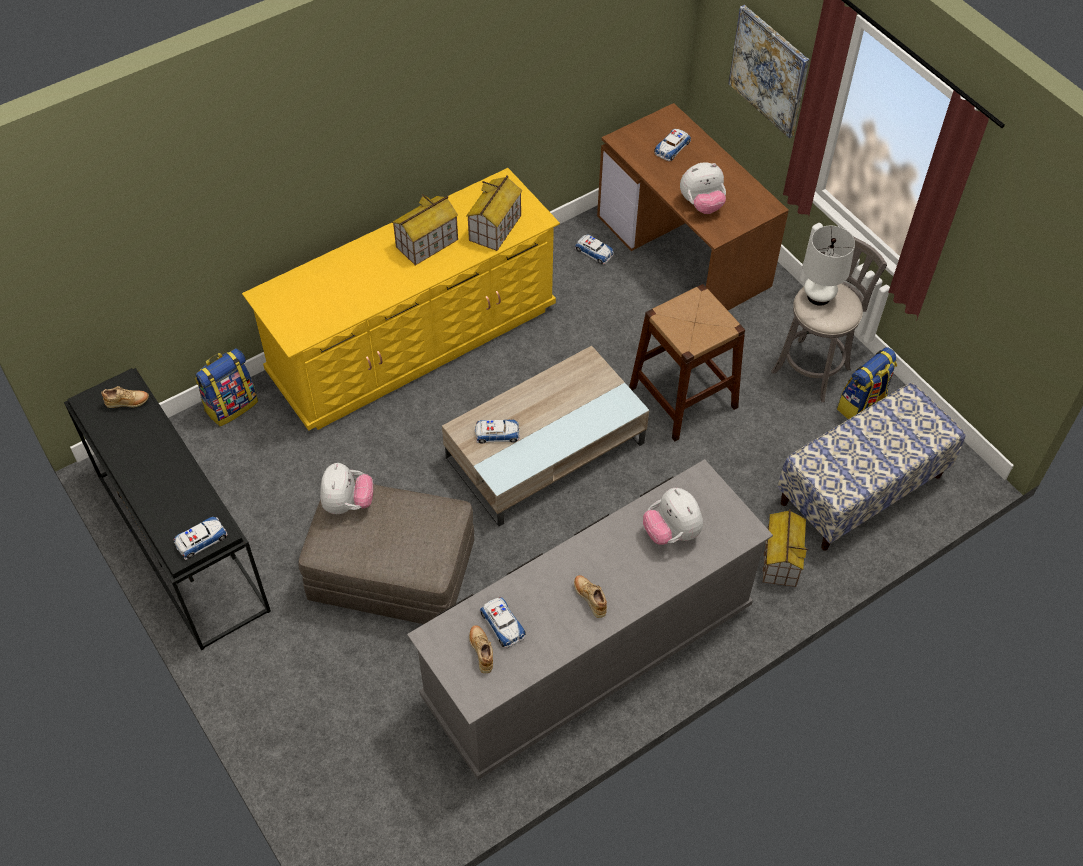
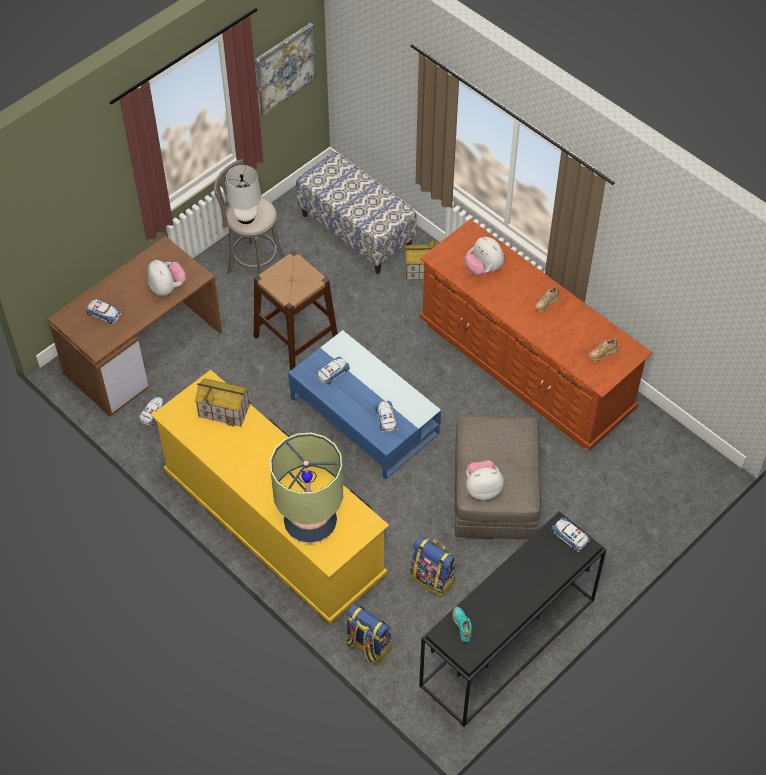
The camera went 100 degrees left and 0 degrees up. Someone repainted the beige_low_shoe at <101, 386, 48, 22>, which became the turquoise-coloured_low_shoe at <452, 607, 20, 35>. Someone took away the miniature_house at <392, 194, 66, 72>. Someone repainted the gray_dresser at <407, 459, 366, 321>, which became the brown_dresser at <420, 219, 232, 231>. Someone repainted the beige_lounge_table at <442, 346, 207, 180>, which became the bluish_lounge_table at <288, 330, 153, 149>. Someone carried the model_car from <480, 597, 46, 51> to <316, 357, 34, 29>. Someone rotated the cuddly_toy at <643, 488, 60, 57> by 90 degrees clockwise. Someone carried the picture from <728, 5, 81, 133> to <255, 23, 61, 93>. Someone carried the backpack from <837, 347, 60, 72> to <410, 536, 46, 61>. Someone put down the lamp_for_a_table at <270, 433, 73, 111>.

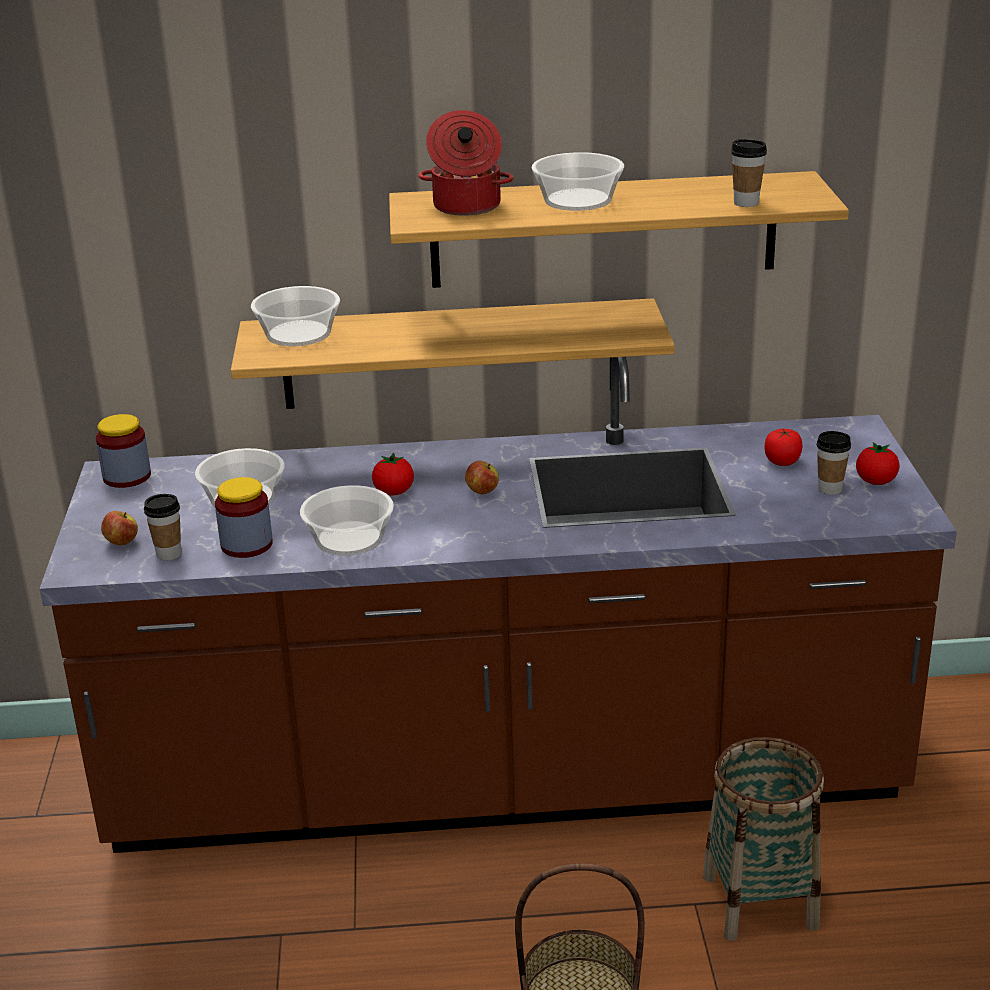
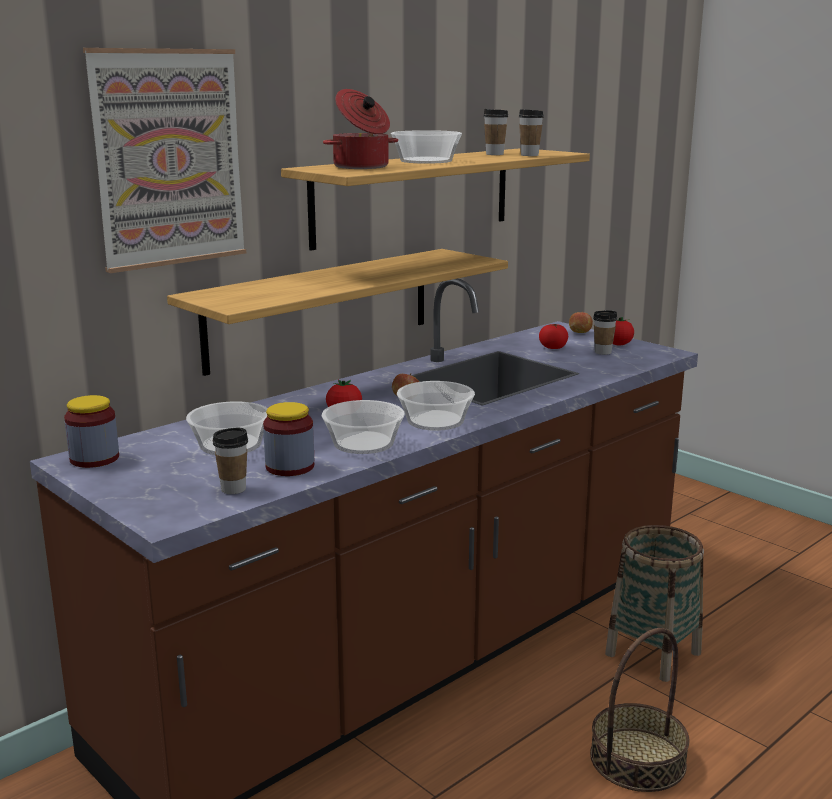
The camera went 40 degrees left and 10 degrees down. Someone carried the whole_apple from <101, 511, 37, 35> to <569, 312, 24, 21>. Someone carried the serving_bowl from <251, 286, 89, 60> to <397, 381, 78, 50>. Someone put up the picture at <83, 48, 163, 225>. Someone put down the small_cup at <483, 109, 25, 46>.

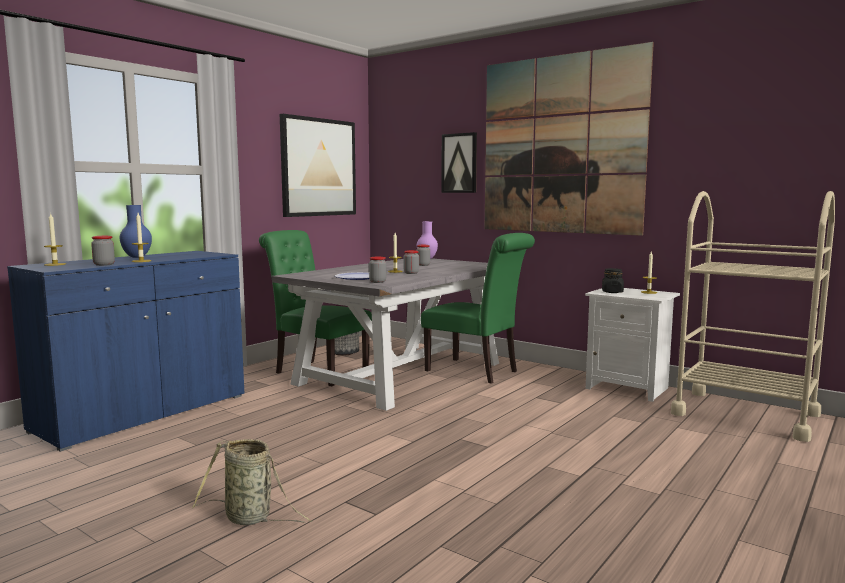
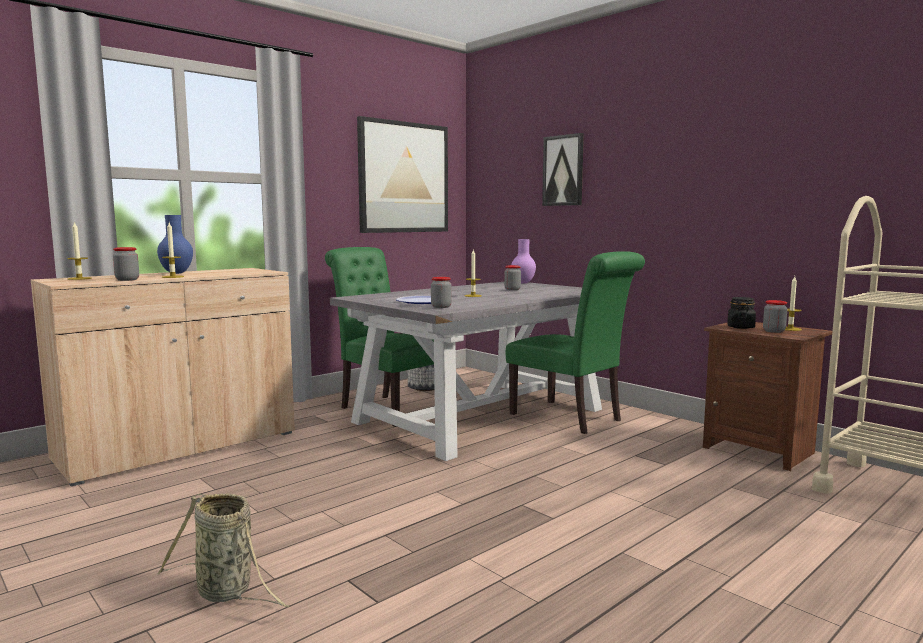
The camera went 10 degrees right and 0 degrees up. Someone repainted the bluish_cupboard at <7, 251, 237, 201>, which became the beige_cupboard at <31, 268, 264, 219>. Someone carried the storage_jar from <404, 250, 15, 24> to <763, 300, 24, 33>. Someone took away the picture at <485, 42, 169, 194>. Someone repainted the white_nightstand at <585, 288, 95, 114>, which became the brown_nightstand at <703, 322, 129, 149>.

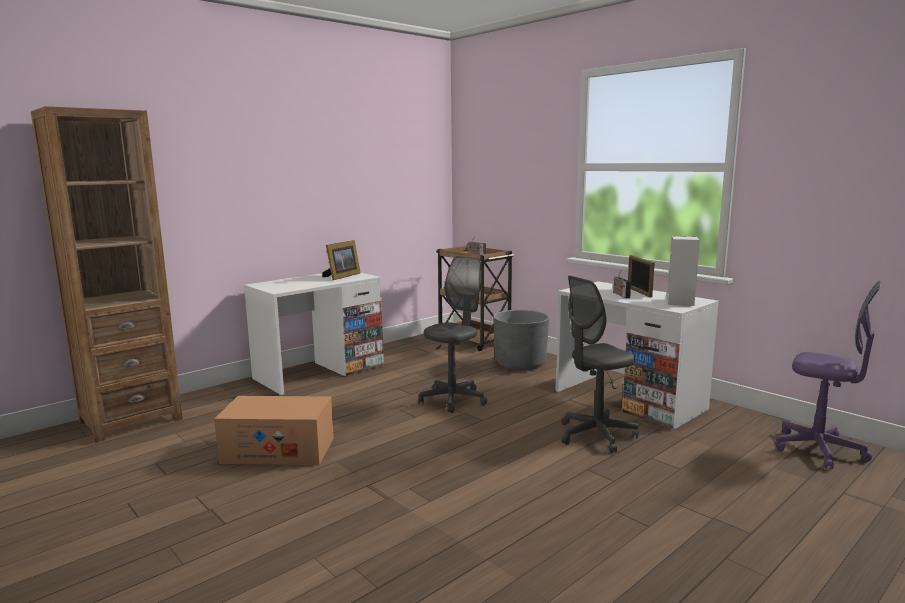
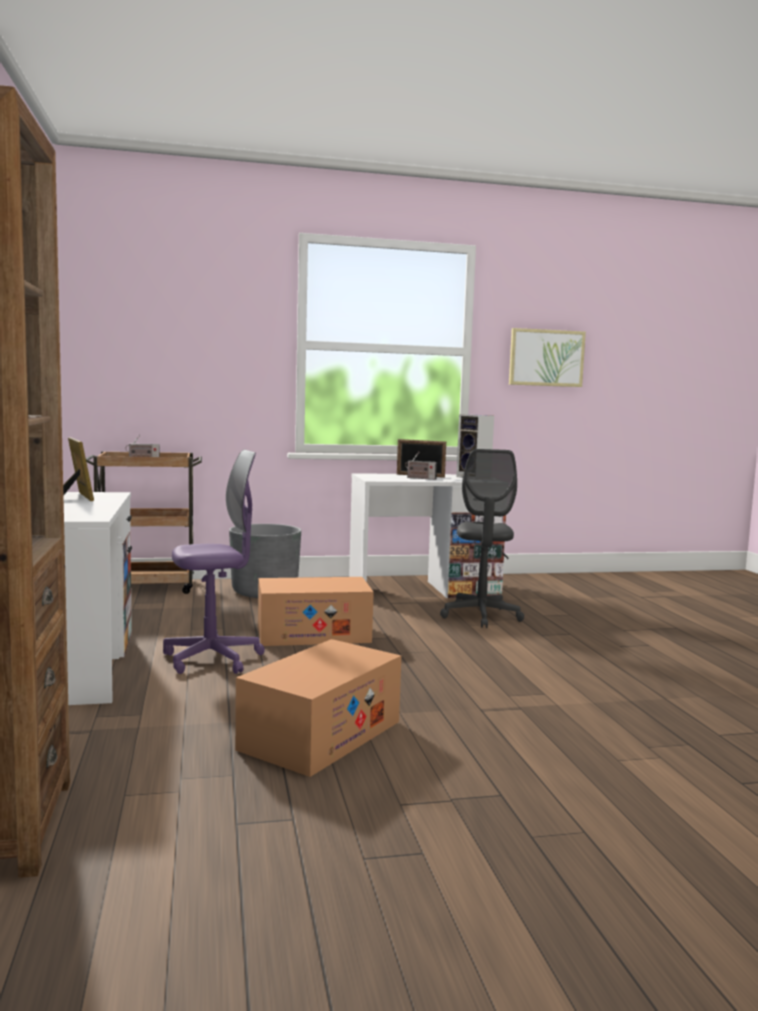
The camera went 60 degrees left and 5 degrees down. Someone swapped the gray_desk_chair at <419, 256, 68, 157> for the carton at <258, 577, 116, 69>. Someone carried the purplish_desk_chair from <776, 281, 105, 188> to <163, 450, 102, 224>. Someone put up the picture at <509, 328, 77, 59>.

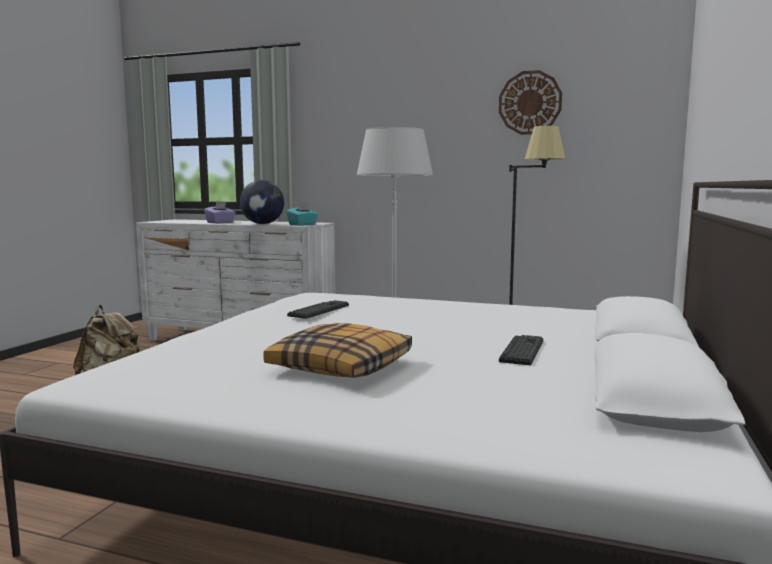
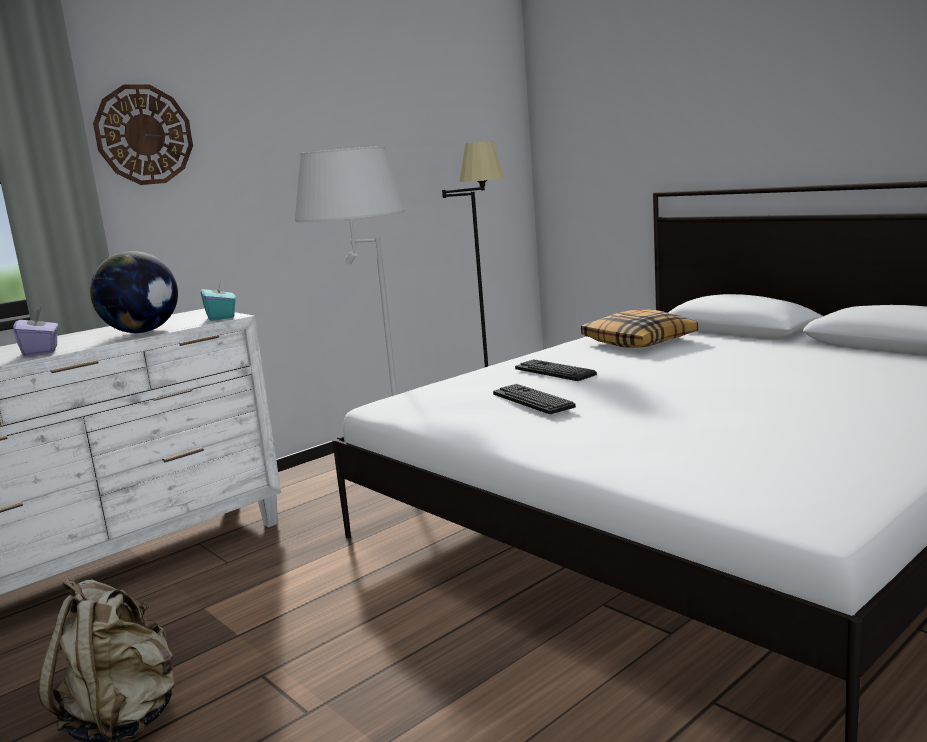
The camera went 60 degrees left and 5 degrees up. Someone carried the pillow from <263, 323, 149, 55> to <581, 310, 117, 38>. Someone carried the clock_on_the_wall from <499, 70, 63, 65> to <93, 84, 100, 101>. Someone carried the keyboard from <499, 335, 44, 30> to <515, 359, 82, 22>.

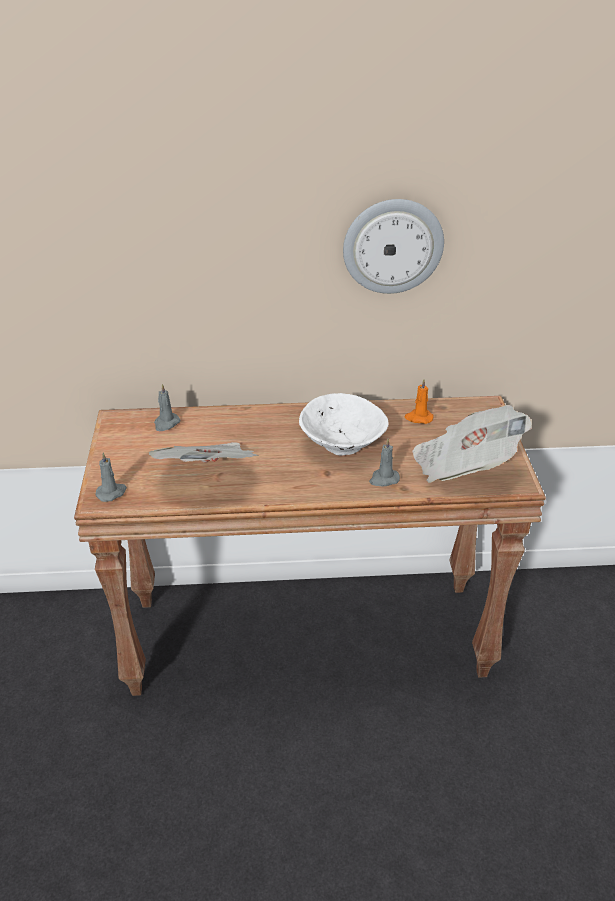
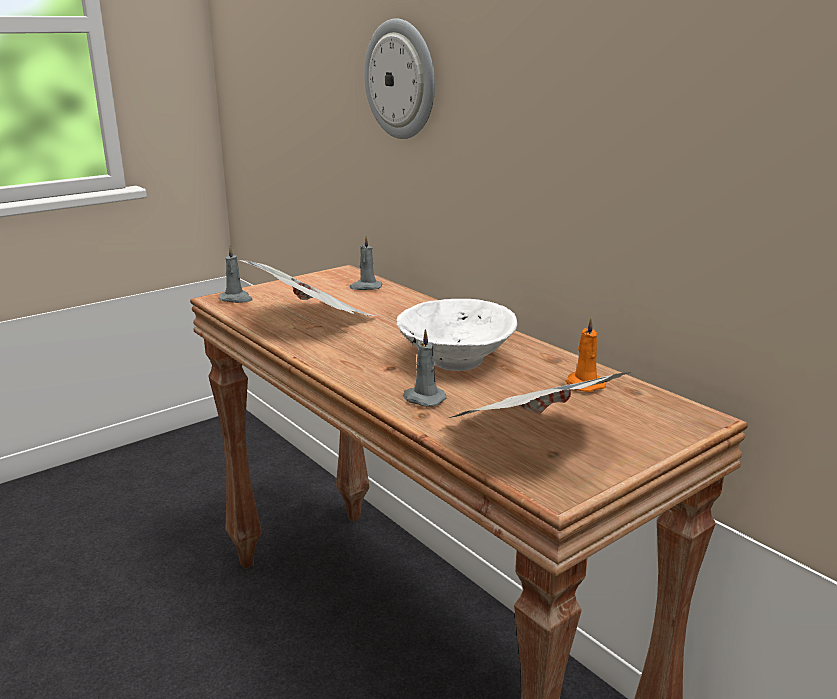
The camera went 55 degrees right and 15 degrees down. Someone carried the clock_on_the_wall from <343, 199, 101, 95> to <364, 18, 71, 121>.

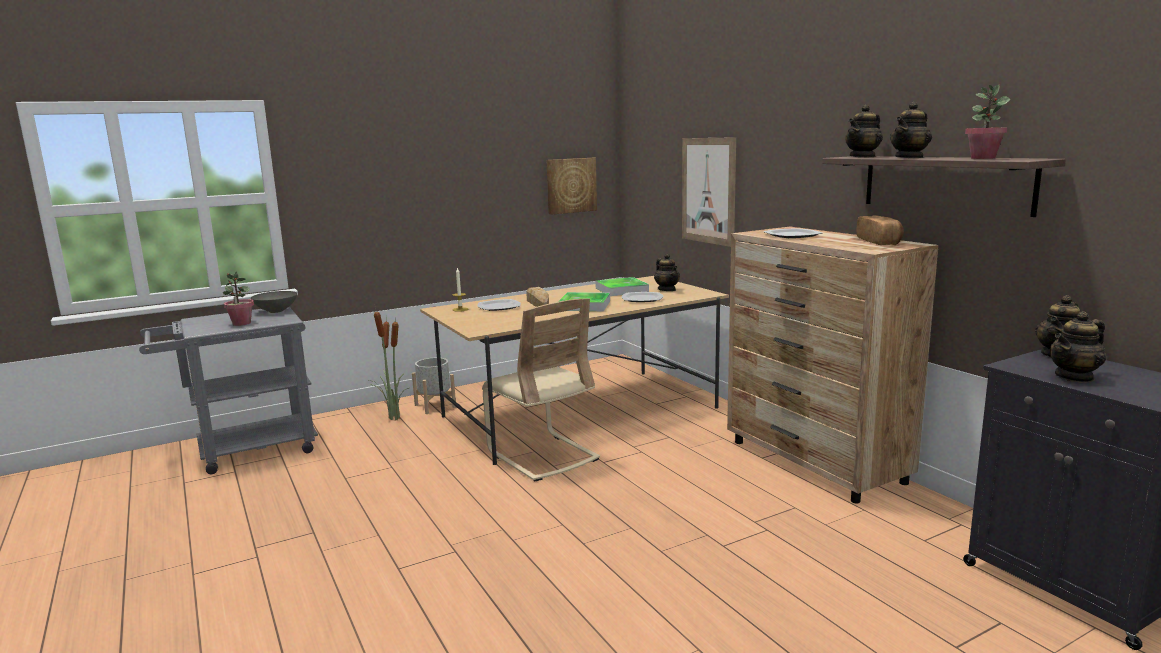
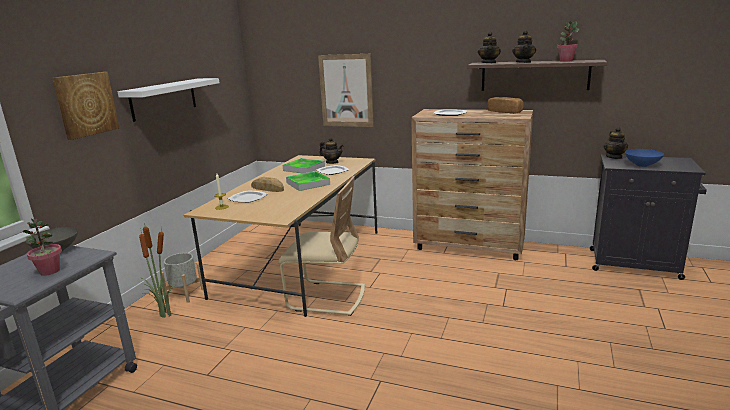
The camera went 40 degrees left and 5 degrees up. Someone carried the picture from <547, 158, 50, 57> to <52, 72, 67, 68>. Someone swapped the tea_pot at <1050, 311, 56, 72> for the bluish_serving_bowl at <625, 149, 39, 18>. Someone put up the white_bracket_shelf at <117, 78, 102, 44>.

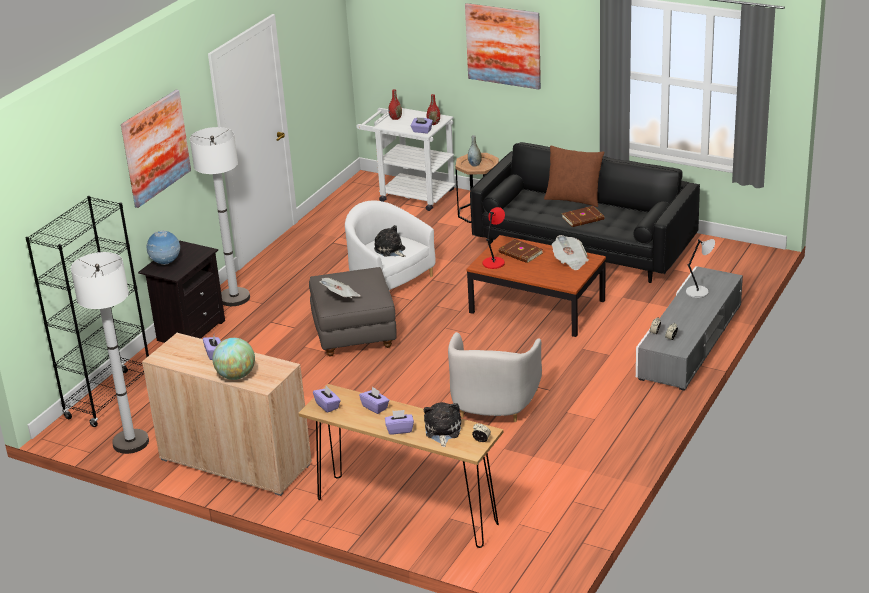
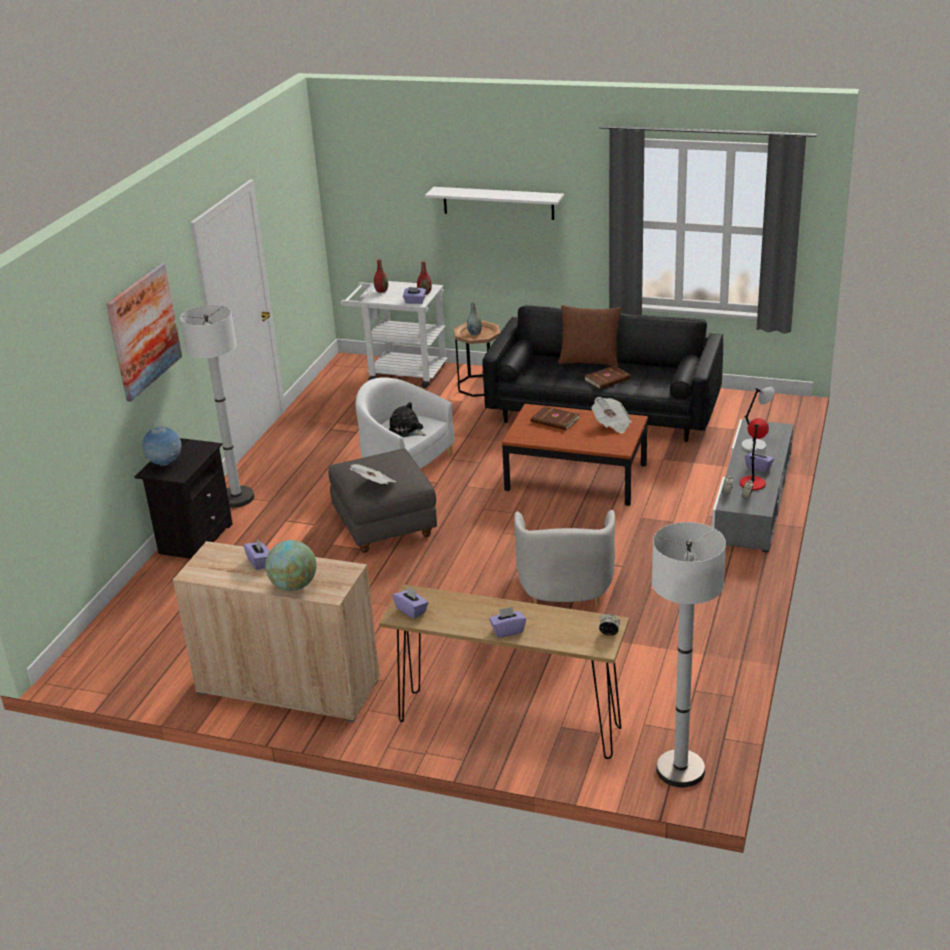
The camera went 10 degrees left and 0 degrees up. Someone took away the black_bookshelf at <26, 196, 123, 231>. Someone carried the white_standing_lamp from <71, 252, 78, 202> to <652, 522, 74, 265>. Someone carried the purplish_tissue_holder from <359, 387, 31, 27> to <745, 448, 29, 24>. Someone took away the cuddly_toy at <424, 402, 37, 45>. Someone swapped the picture at <465, 3, 76, 86> for the white_bracket_shelf at <425, 187, 139, 33>. Someone carried the red-coloured_lamp_for_a_table from <483, 207, 22, 62> to <740, 418, 29, 72>.

